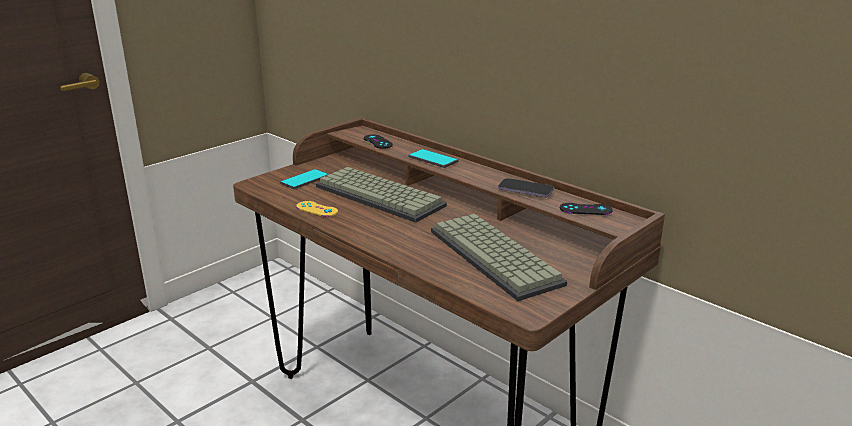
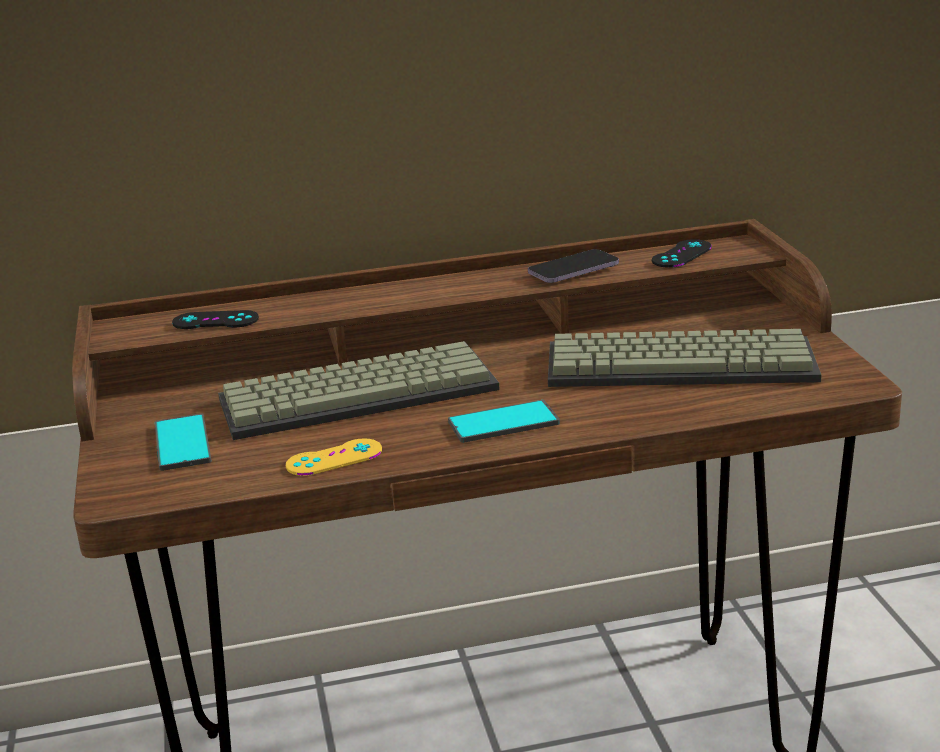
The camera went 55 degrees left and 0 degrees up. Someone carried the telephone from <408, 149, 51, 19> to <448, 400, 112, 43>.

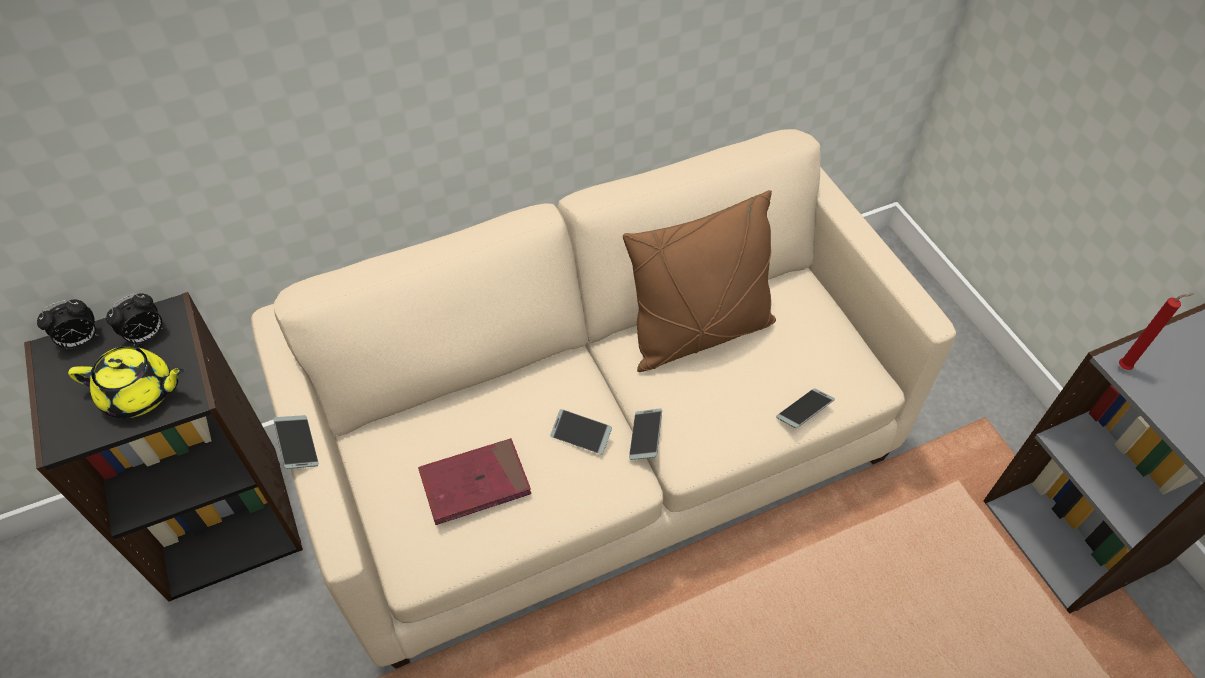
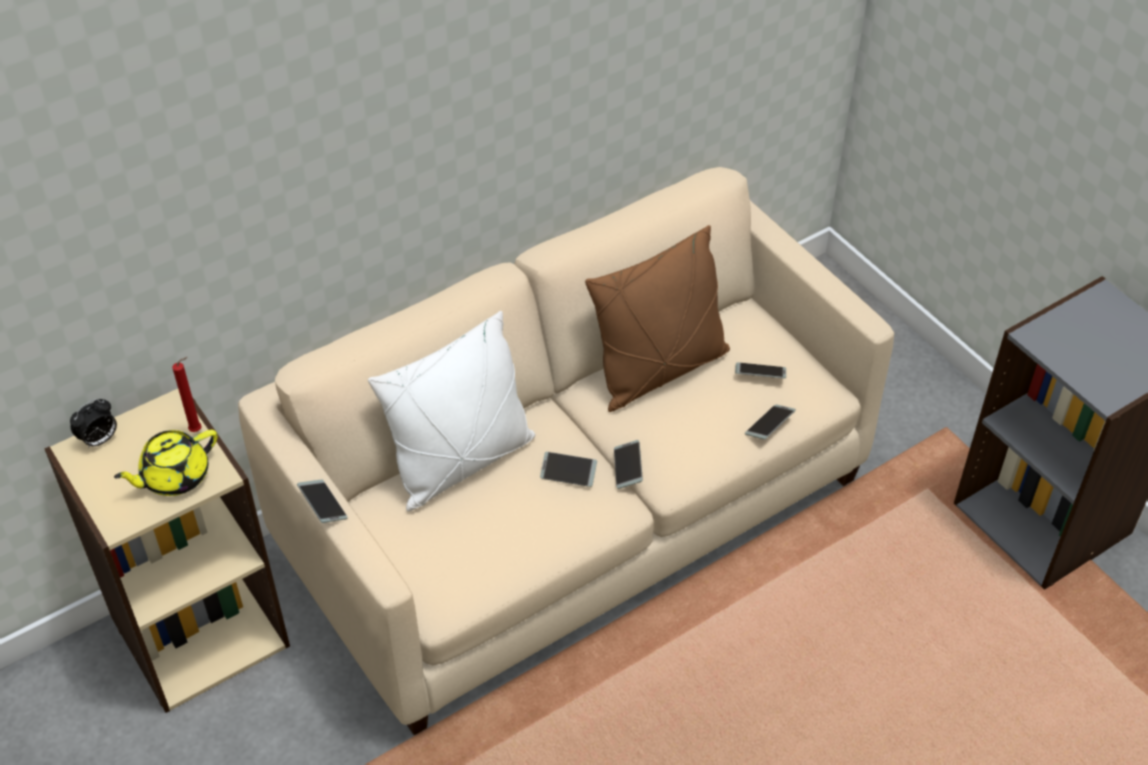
The camera went 10 degrees left and 5 degrees down. Someone repainted the black_bookshelf at <24, 292, 279, 310>, which became the beige_bookshelf at <44, 389, 246, 324>. Someone rotated the yellowish_tea_pot at <68, 346, 117, 72> by 150 degrees clockwise. Someone took away the alarm_clock at <106, 293, 57, 52>. Someone took away the red-coloured_book at <418, 438, 113, 87>. Someone carried the red-coloured_candle from <1119, 293, 75, 77> to <172, 357, 30, 75>. Someone put down the white_pillow at <368, 311, 168, 201>. Someone put down the telephone at <735, 362, 51, 17>.

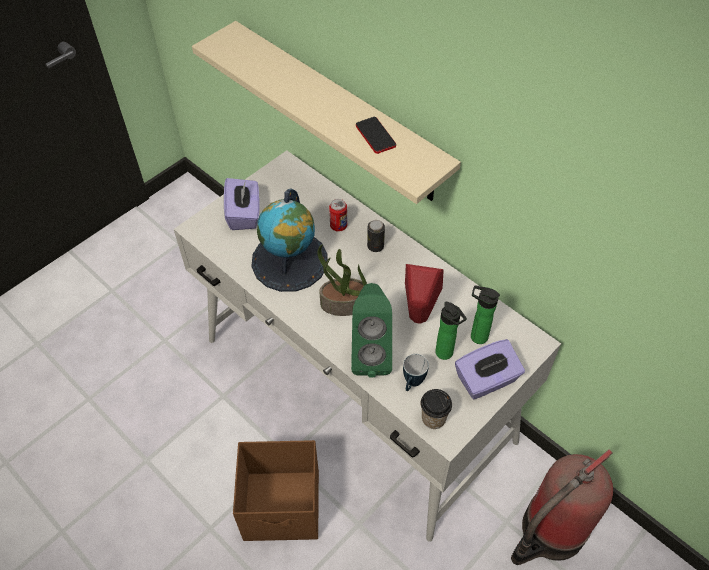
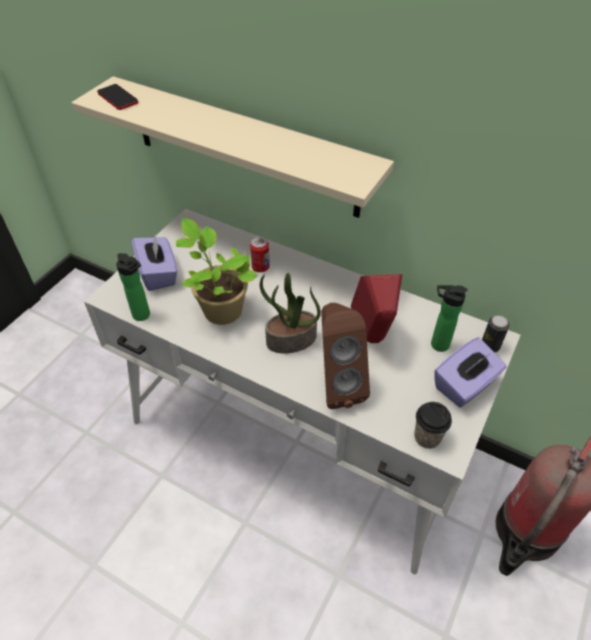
The camera went 15 degrees left and 5 degrees down. Someone took away the brown_storage_container at <233, 440, 86, 101>. Someone swapped the world_globe at <252, 188, 76, 104> for the houseplant at <176, 218, 82, 107>. Someone repainted the green_loudspeaker at <351, 283, 41, 95>, which became the brown_loudspeaker at <321, 303, 49, 106>. Someone carried the telephone from <356, 117, 40, 37> to <97, 84, 41, 26>. Someone carried the sealed_can from <367, 220, 18, 32> to <482, 315, 28, 38>. Someone took away the coffee_mug at <403, 354, 26, 37>. Someone carried the bottle from <435, 302, 32, 58> to <116, 253, 34, 68>.

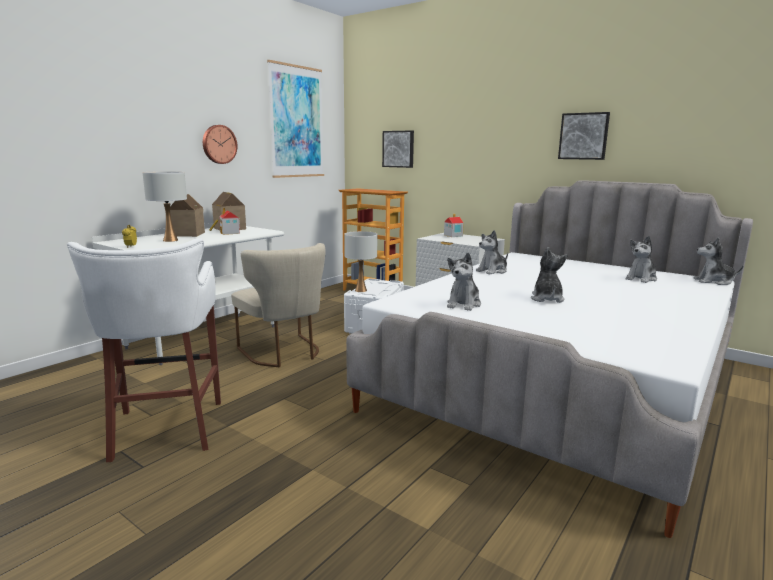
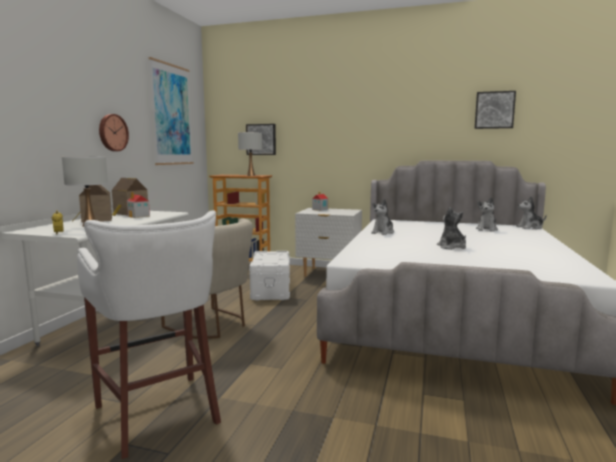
The camera went 20 degrees left and 5 degrees down. Someone carried the white_lamp_for_a_table from <344, 231, 33, 61> to <238, 132, 24, 44>. Someone took away the cuddly_toy at <447, 252, 34, 59>. Someone carried the picture from <558, 112, 52, 48> to <475, 91, 41, 38>.

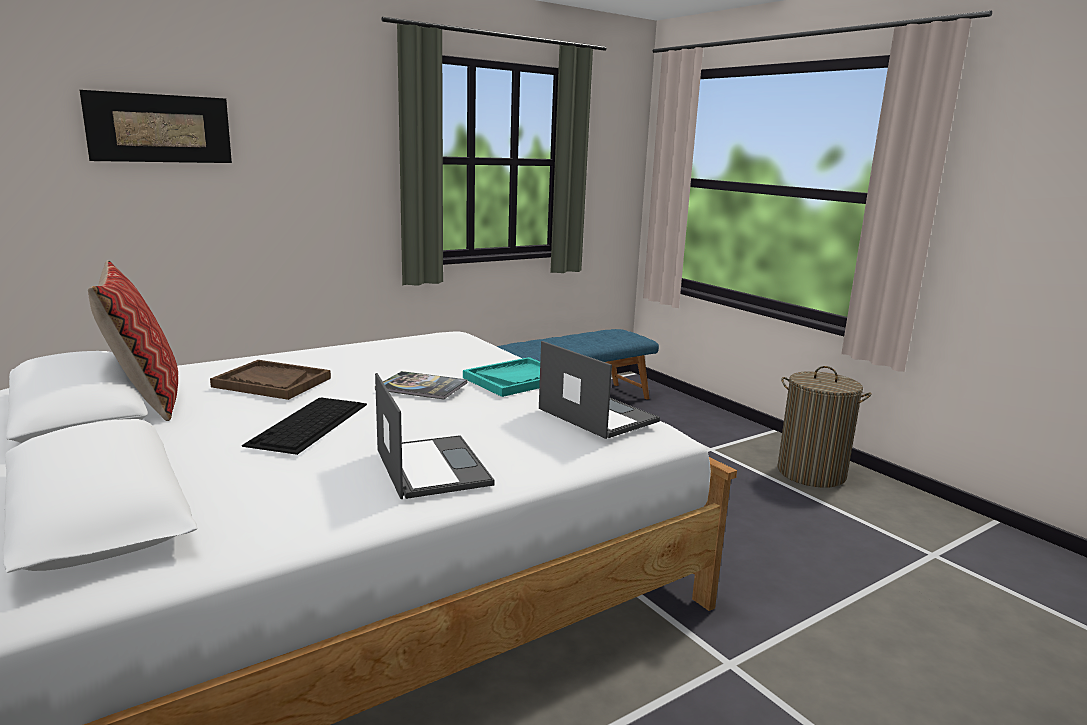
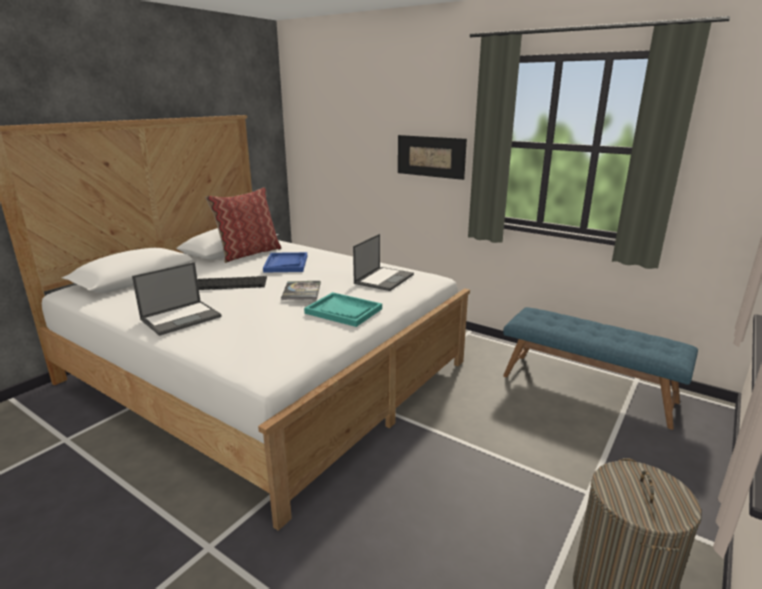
The camera went 70 degrees right and 5 degrees up. Someone carried the picture from <80, 90, 152, 73> to <398, 135, 69, 45>. Someone repainted the brown_tray at <210, 360, 121, 40>, which became the bluish_tray at <263, 252, 44, 21>. Someone carried the notebook_computer from <539, 341, 121, 98> to <353, 234, 61, 57>.

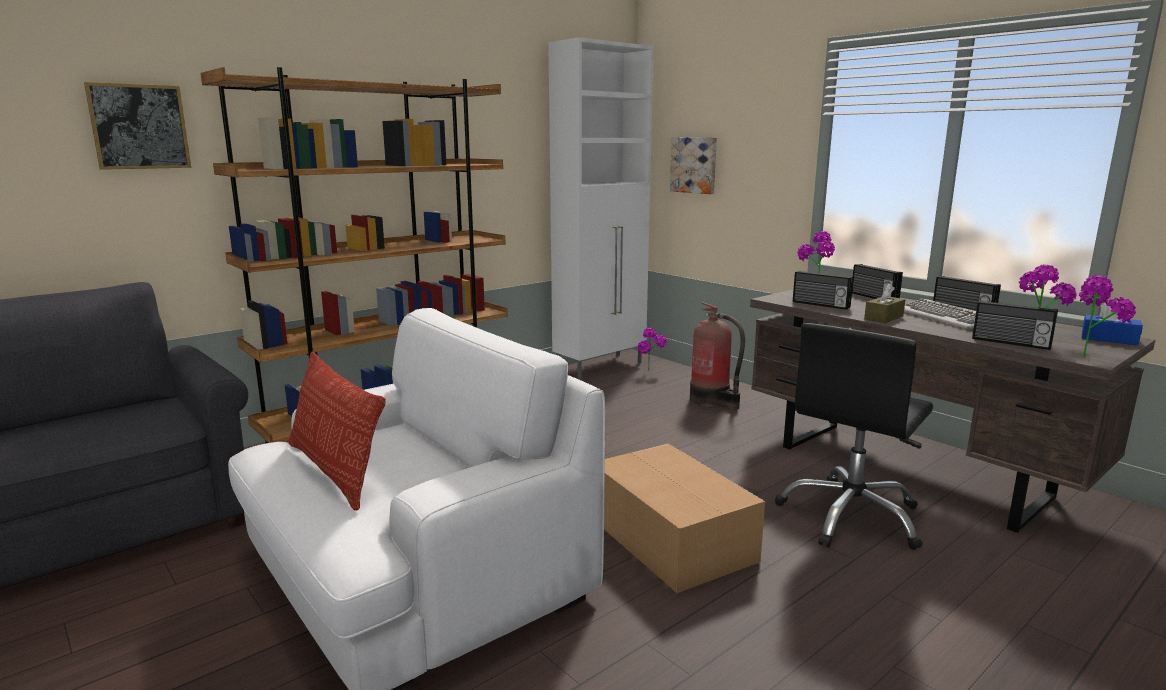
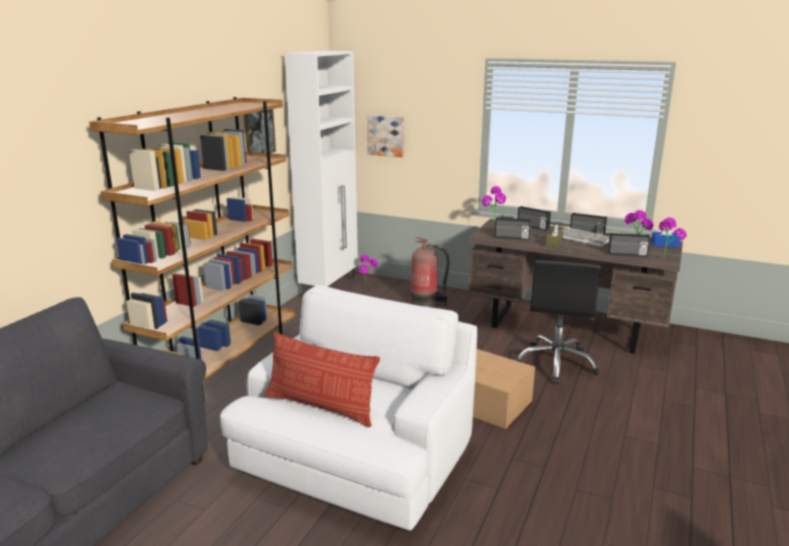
The camera went 25 degrees left and 5 degrees up. Someone carried the picture from <84, 82, 107, 88> to <244, 109, 32, 44>.

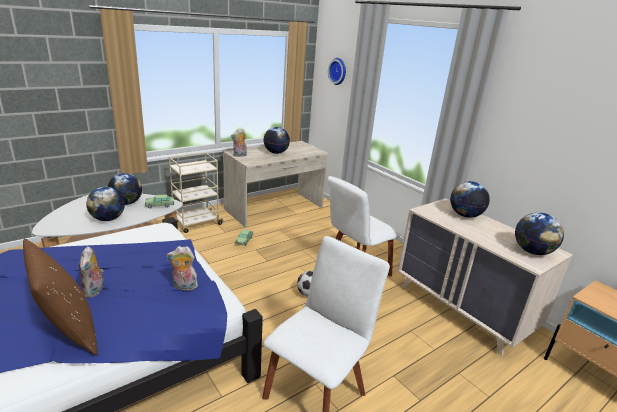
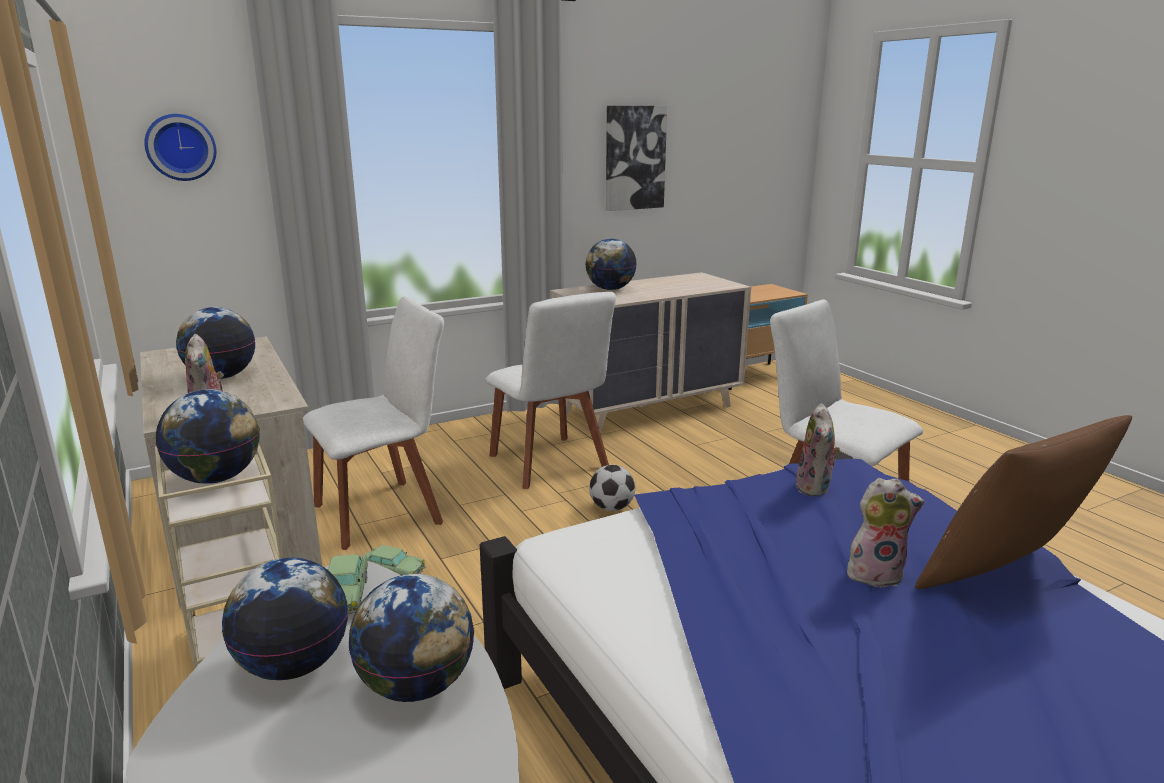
The camera went 80 degrees left and 5 degrees down. Someone carried the world_globe from <515, 212, 49, 43> to <156, 389, 104, 95>. Someone put down the white_chair at <303, 297, 141, 253>. Someone put up the picture at <606, 106, 61, 105>.

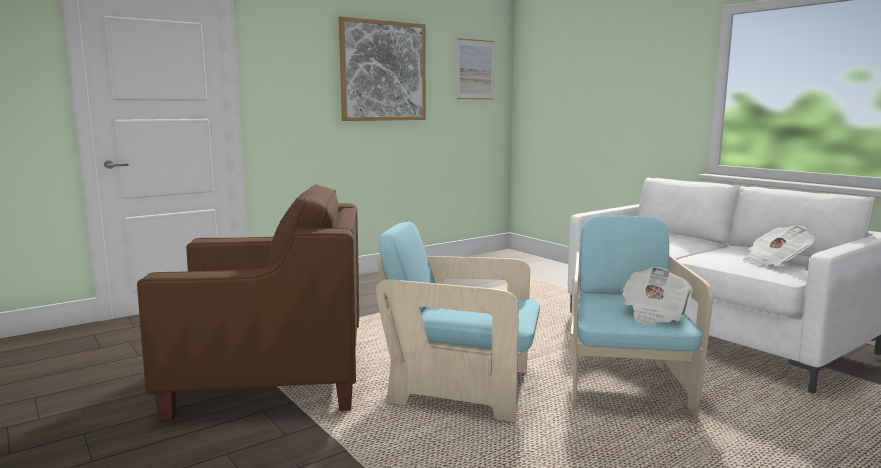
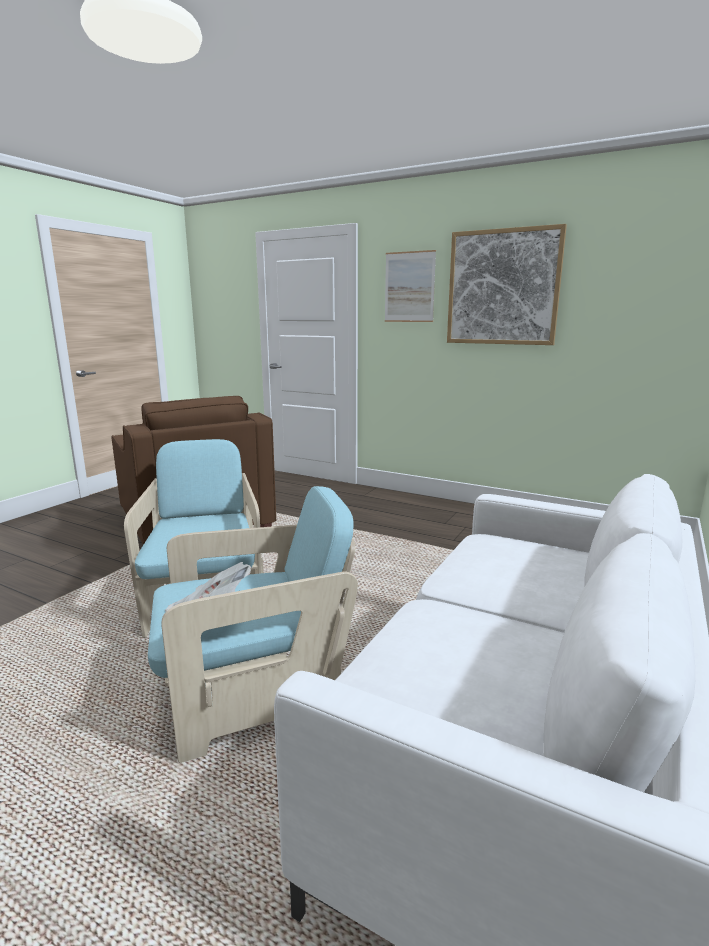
The camera went 65 degrees right and 5 degrees up. Someone carried the picture from <457, 38, 37, 62> to <385, 250, 51, 72>. Someone took away the daily_paper at <743, 225, 72, 41>.

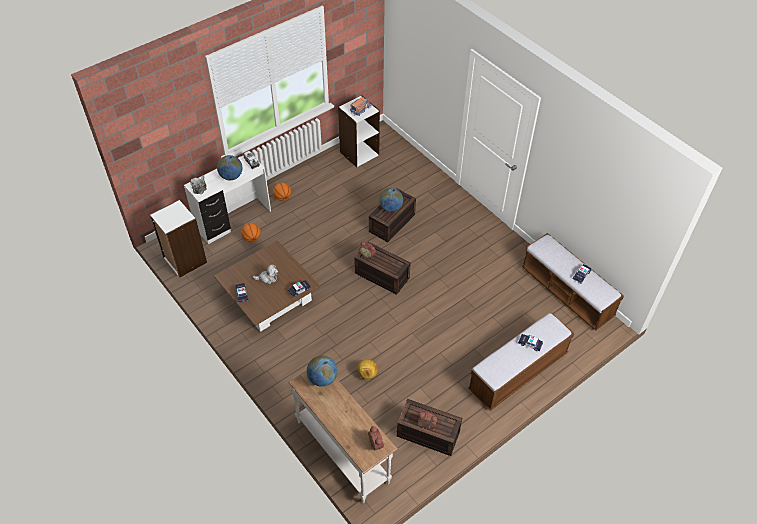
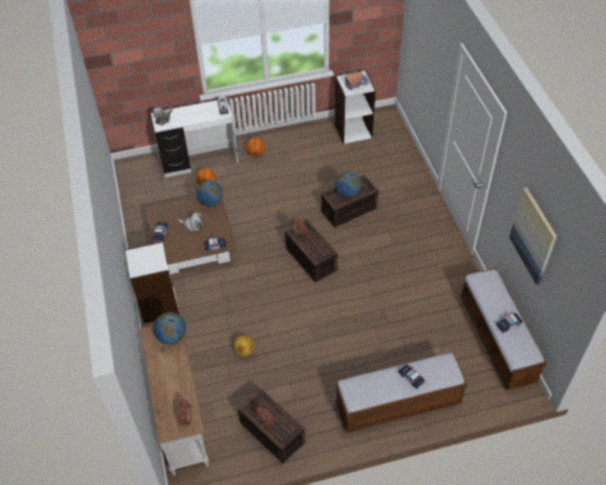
The camera went 25 degrees right and 0 degrees up. Someone carried the white_bookshelf from <150, 199, 57, 79> to <125, 241, 54, 83>. Someone carried the world_globe from <217, 155, 26, 25> to <196, 180, 27, 26>. Someone put up the picture at <510, 187, 47, 98>.

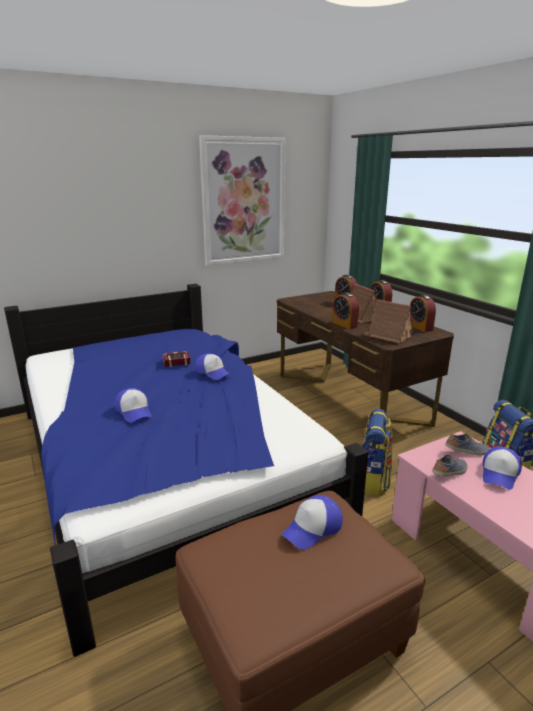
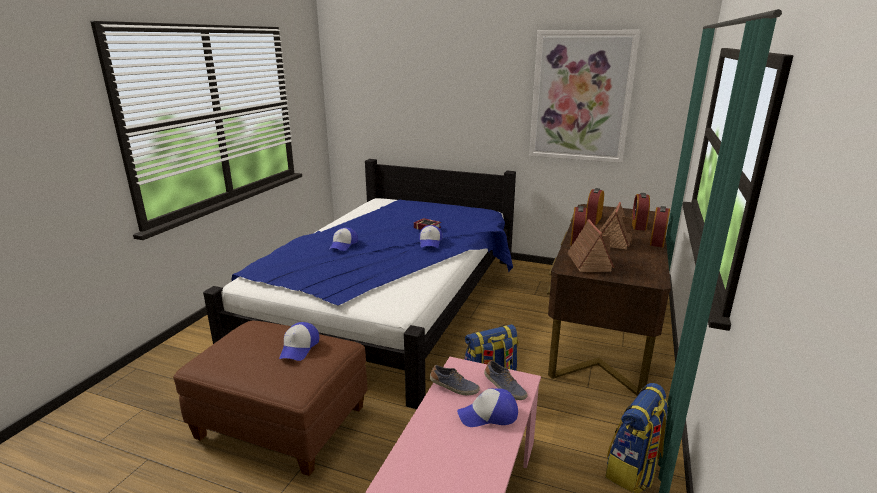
The camera went 50 degrees right and 0 degrees up. Someone rotated the baseball_cap at <282, 495, 61, 55> by 90 degrees counterclockwise. Someone carried the alarm_clock from <410, 295, 26, 37> to <586, 188, 18, 37>.

